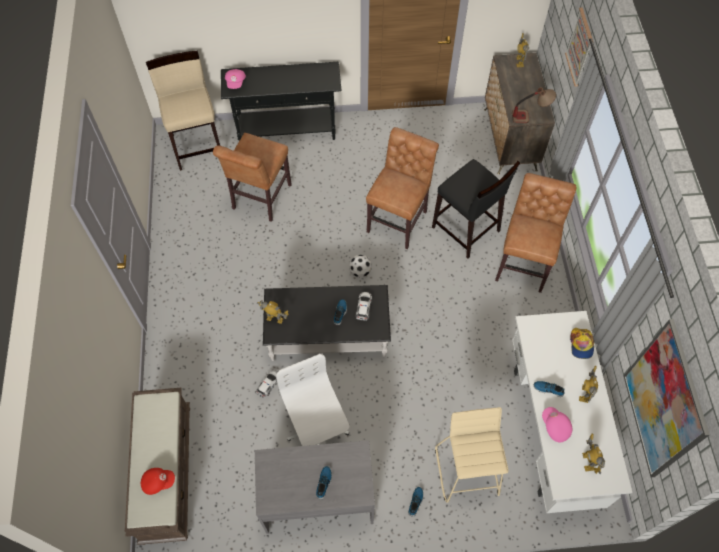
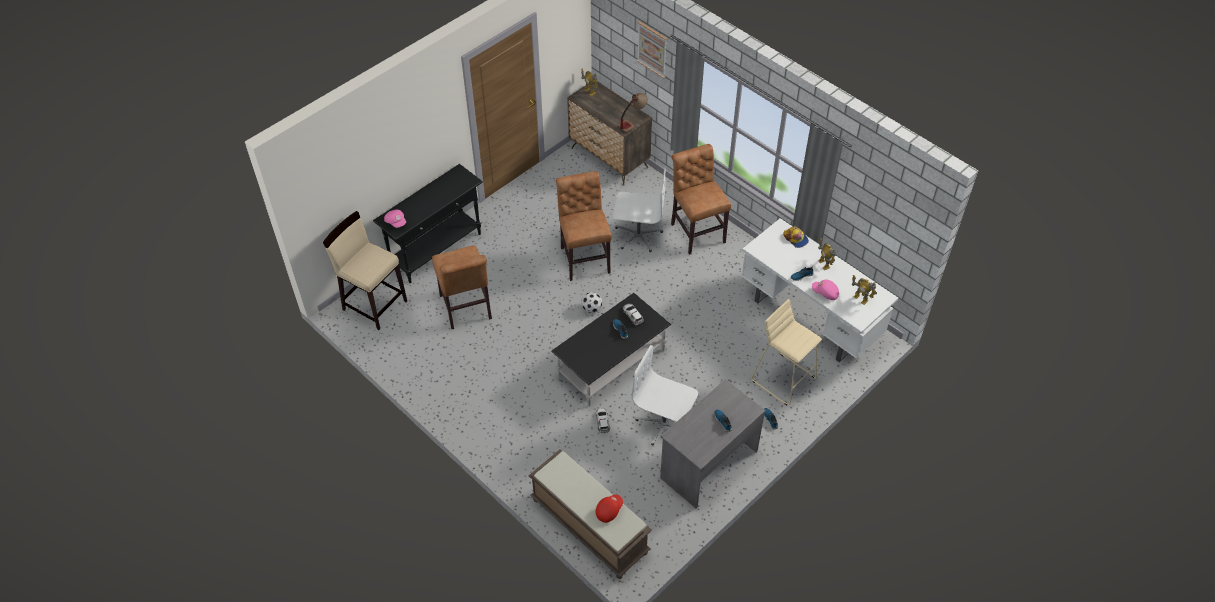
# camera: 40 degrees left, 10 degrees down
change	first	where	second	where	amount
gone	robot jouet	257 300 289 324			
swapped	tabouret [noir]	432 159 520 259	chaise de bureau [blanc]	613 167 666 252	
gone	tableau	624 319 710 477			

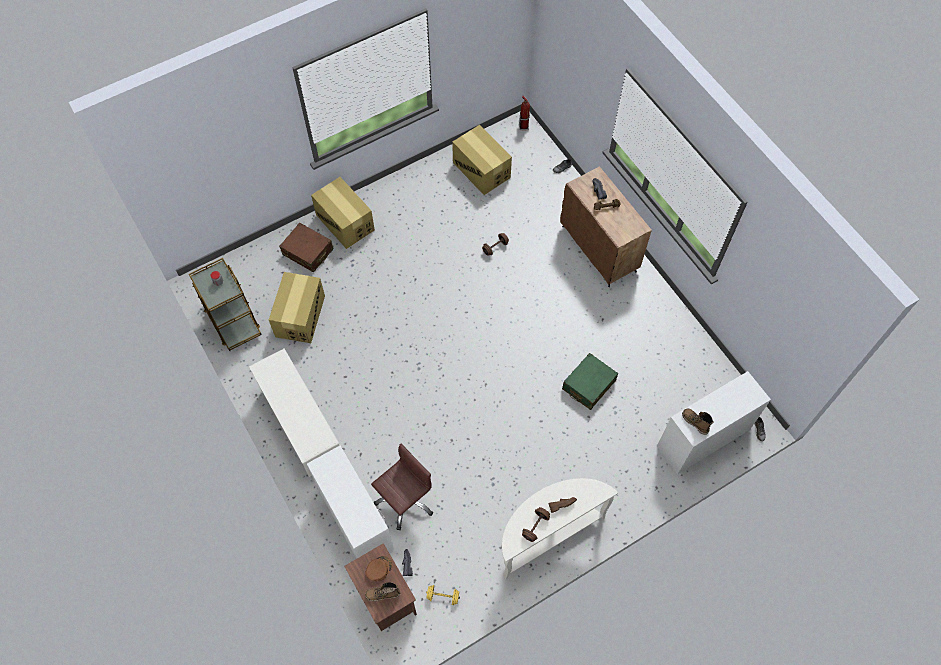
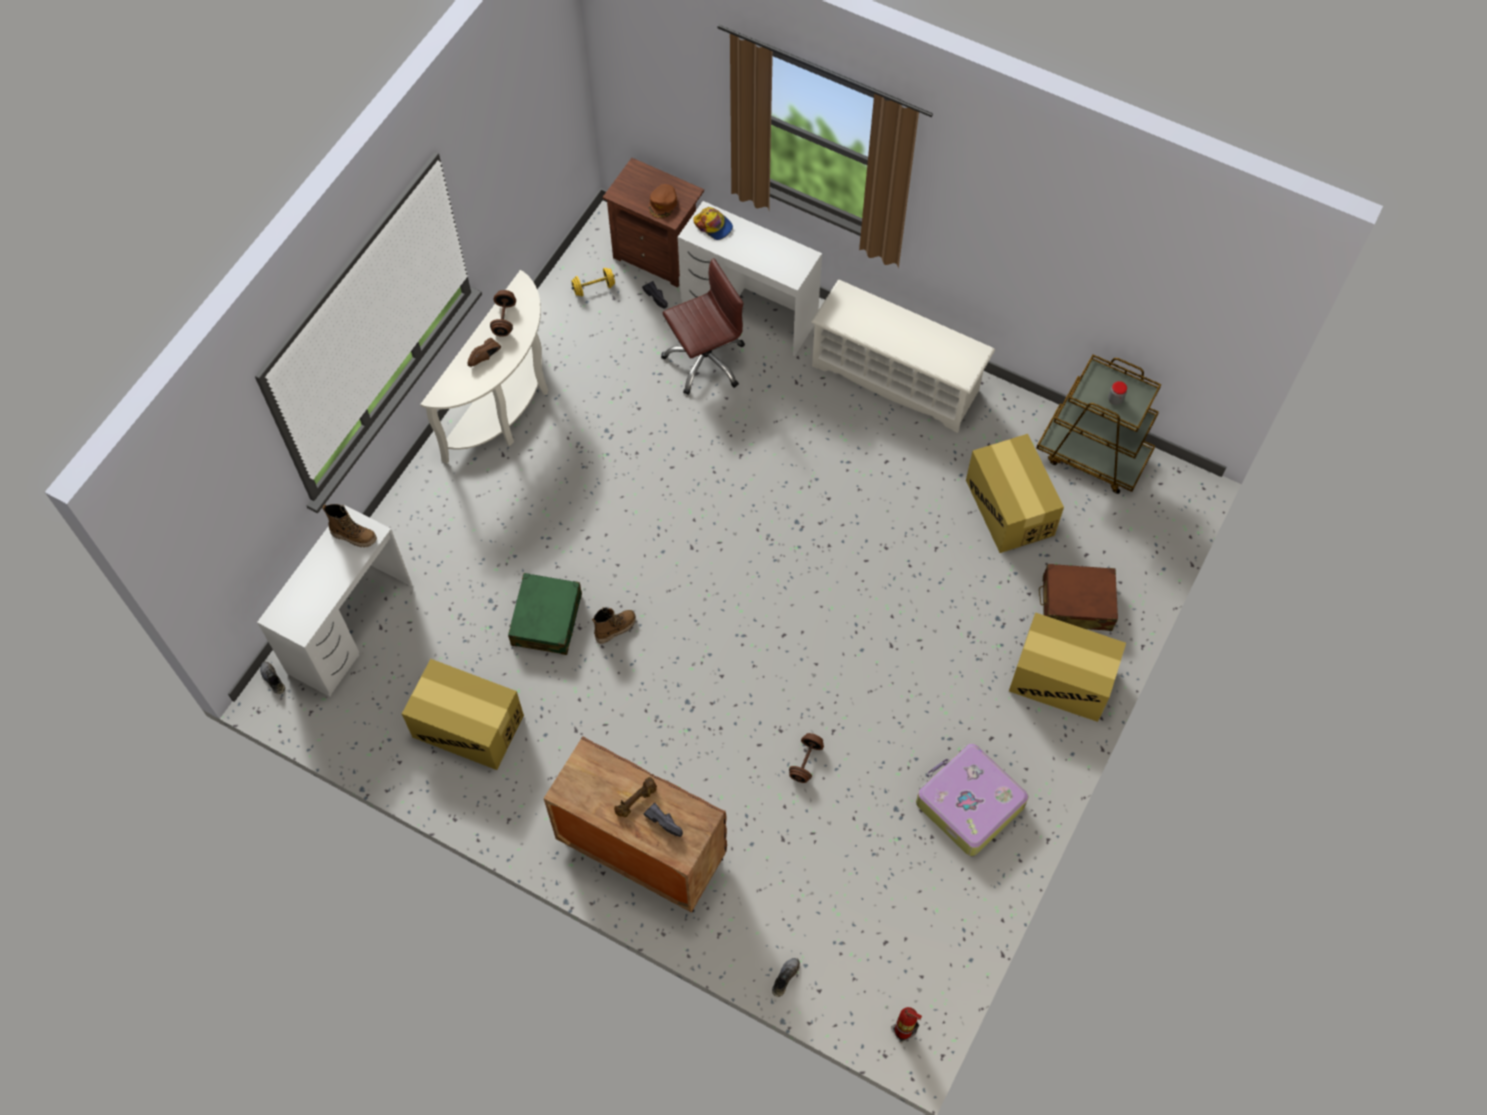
# camera: 150 degrees right, 0 degrees up
change	first	where	second	where	amount
shifted	botte	365 582 400 601		592 607 636 644	
rotated	chaise de bureau [marron]	371 443 433 530		661 258 745 395	135 degrees counterclockwise
shifted	carton	452 125 512 195		402 659 524 770	
new			casquette	693 207 733 240	
new			valise	916 744 1029 856	

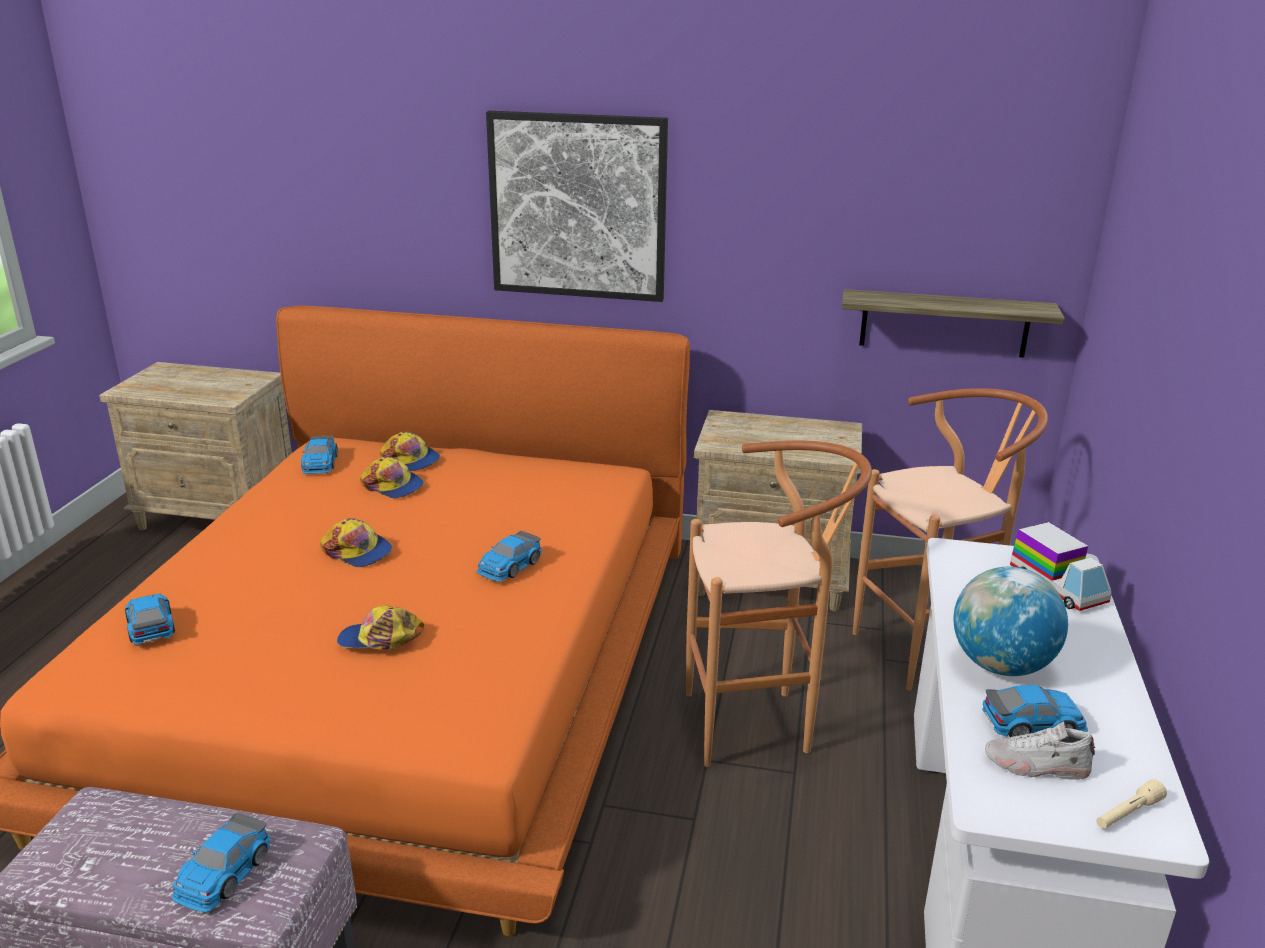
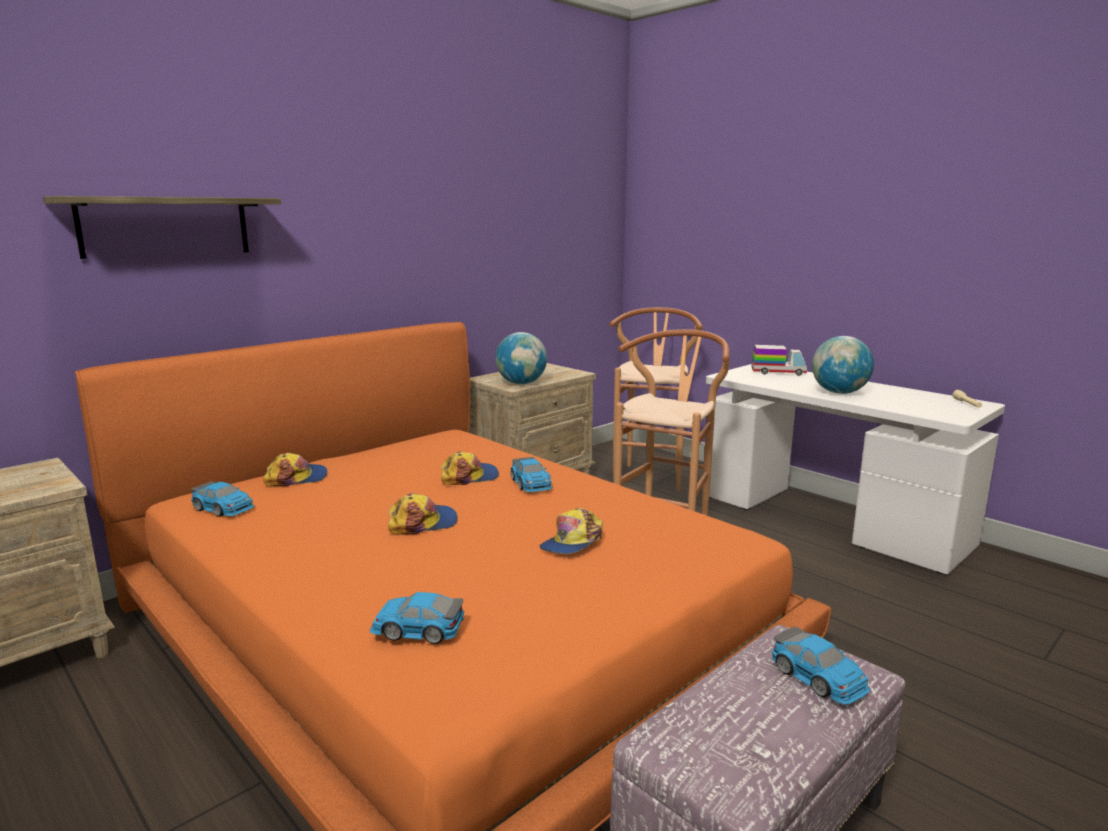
# camera: 55 degrees left, 10 degrees down
change	first	where	second	where	amount
shifted	casquette	360 456 424 498		441 451 499 485	
gone	tableau	486 111 668 302			
shifted	étagère	842 289 1065 358		43 196 281 259	
gone	petite voiture	982 685 1088 737			
gone	chaussure [blanc]	985 721 1095 780			
new			globe	495 332 547 384	

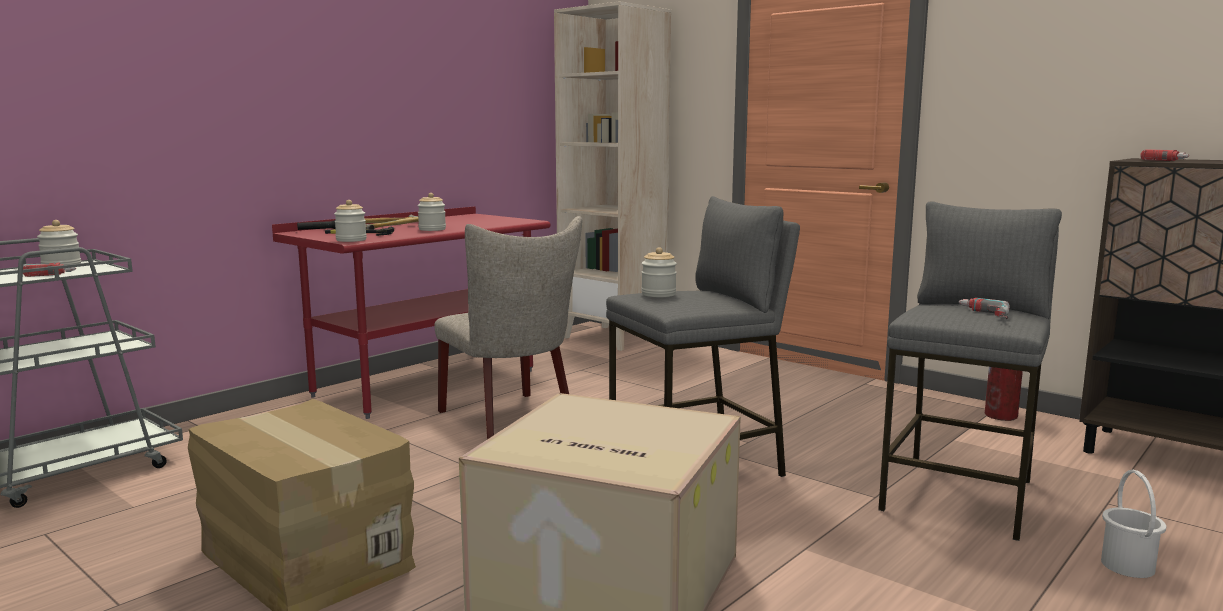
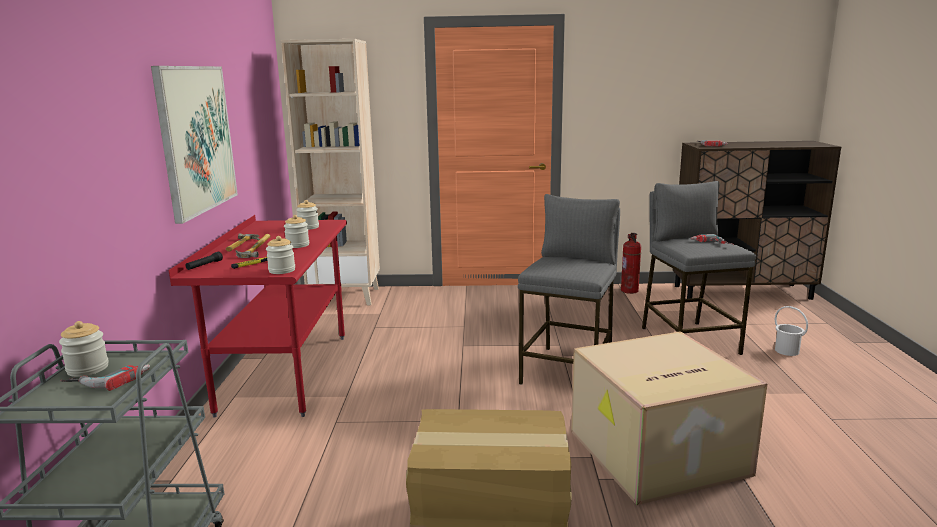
# camera: 40 degrees left, 5 degrees up
change	first	where	second	where	amount
gone	chaise [beige]	434 216 582 439			
shifted	bocal	641 247 677 297		296 200 319 230	
new			tableau	151 66 238 224	

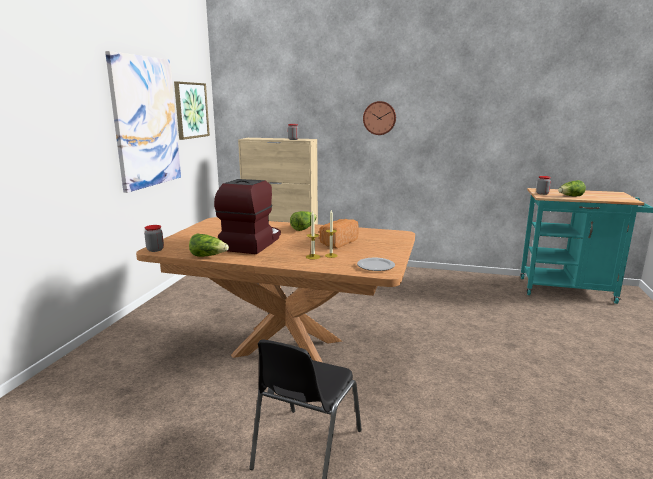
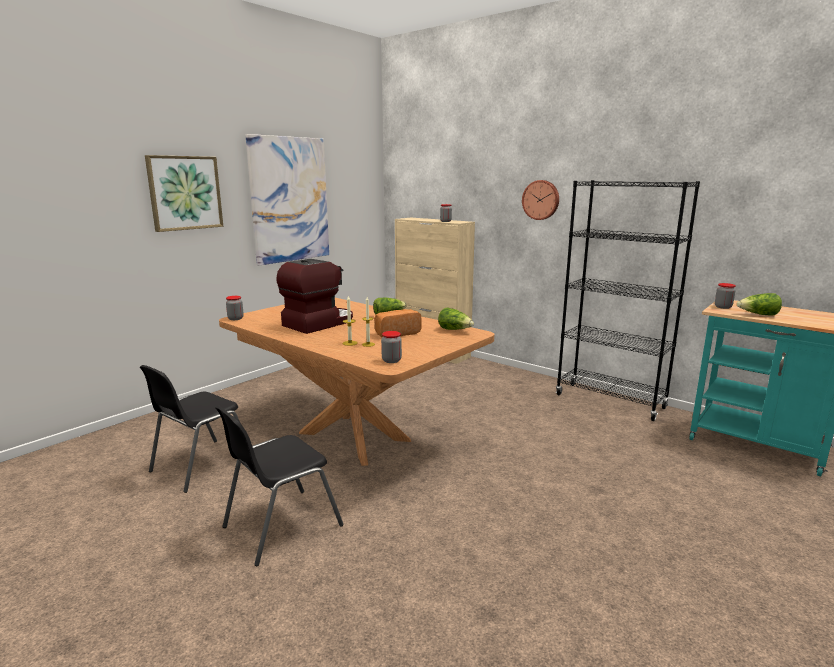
# camera: 25 degrees right, 0 degrees up
change	first	where	second	where	amount
shifted	tableau	174 81 210 140		145 155 223 232	
shifted	laitue	189 233 229 257		438 307 474 330	
swapped	assiette	357 258 395 271	bocal	381 331 402 363	
new			chaise [noir]	140 365 240 493	
new			bibliothèque [noir]	556 180 700 421	

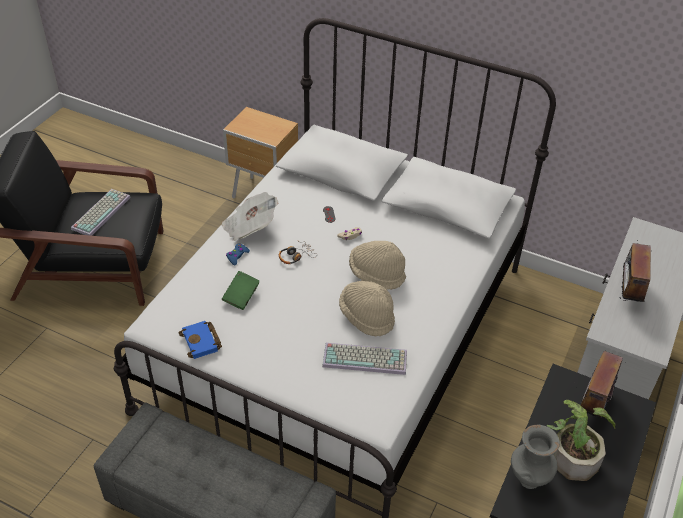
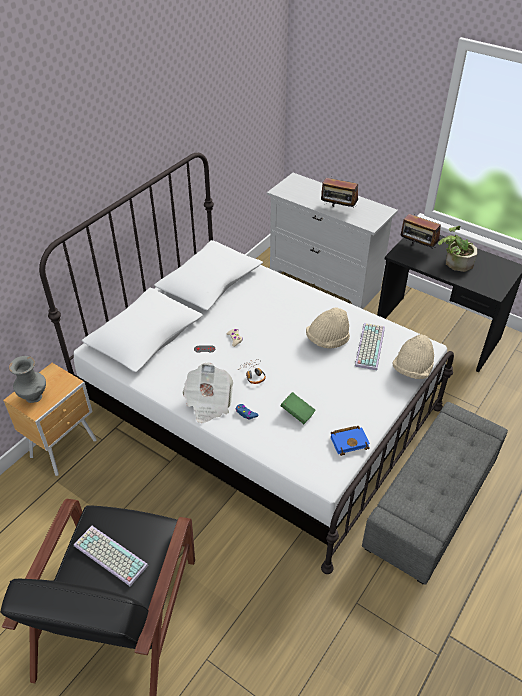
# camera: 80 degrees left, 0 degrees up
change	first	where	second	where	amount
shifted	chapeau [beige]	349 241 406 290		392 335 434 379	
shifted	vase [gris]	511 425 560 489		9 356 46 403	

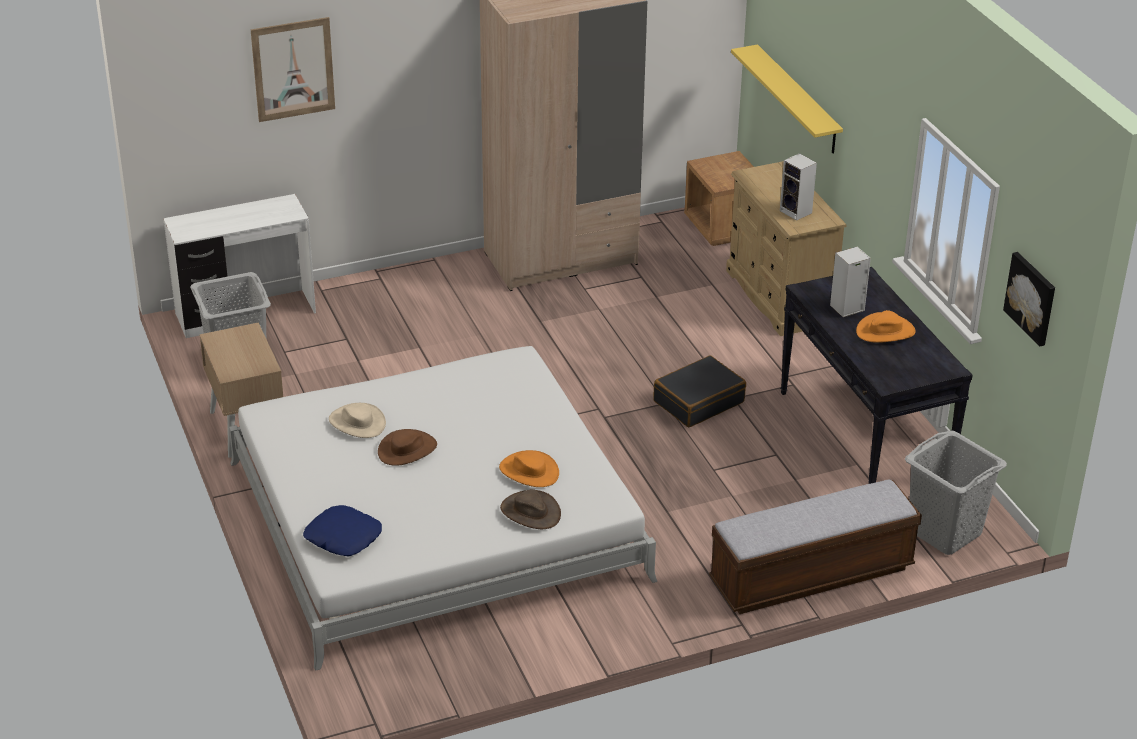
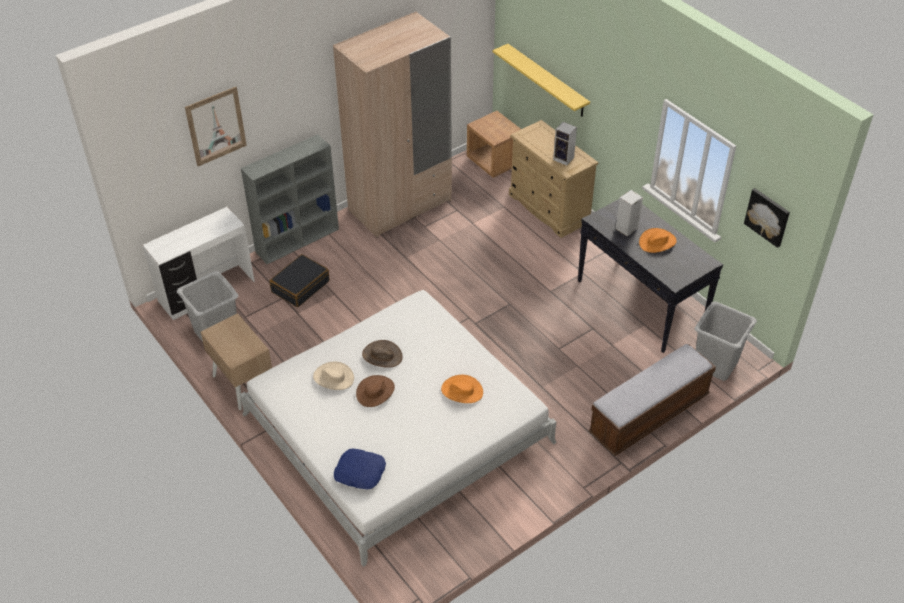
# camera: 15 degrees left, 10 degrees up
change	first	where	second	where	amount
shifted	chapeau [marron]	500 489 561 529		362 340 403 368	
shifted	valise [noir]	653 355 746 427		270 254 330 307	
new			bibliothèque [gris]	241 134 339 264	

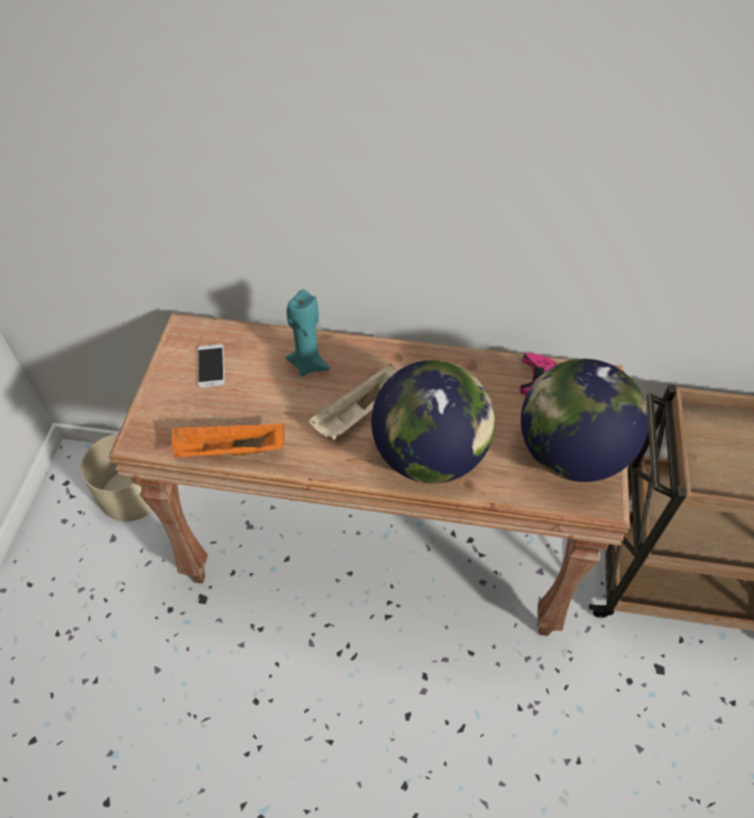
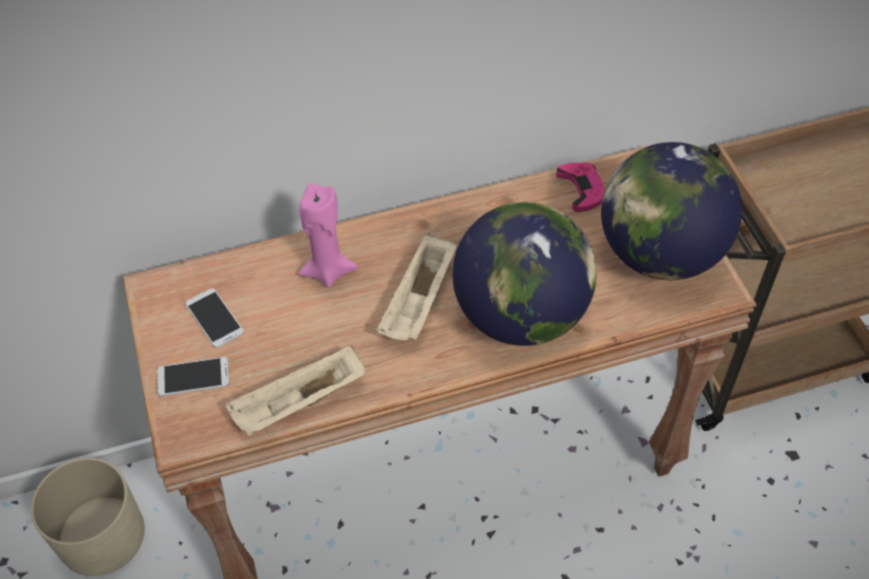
# camera: 25 degrees left, 0 degrees up
change	first	where	second	where	amount
repainted	plateau [orange]	172 423 284 458	plateau [beige]	226 345 365 436	
repainted	bougie [turquoise]	286 289 330 377	bougie [rose]	299 183 358 288	
new			téléphone	157 357 229 396	

